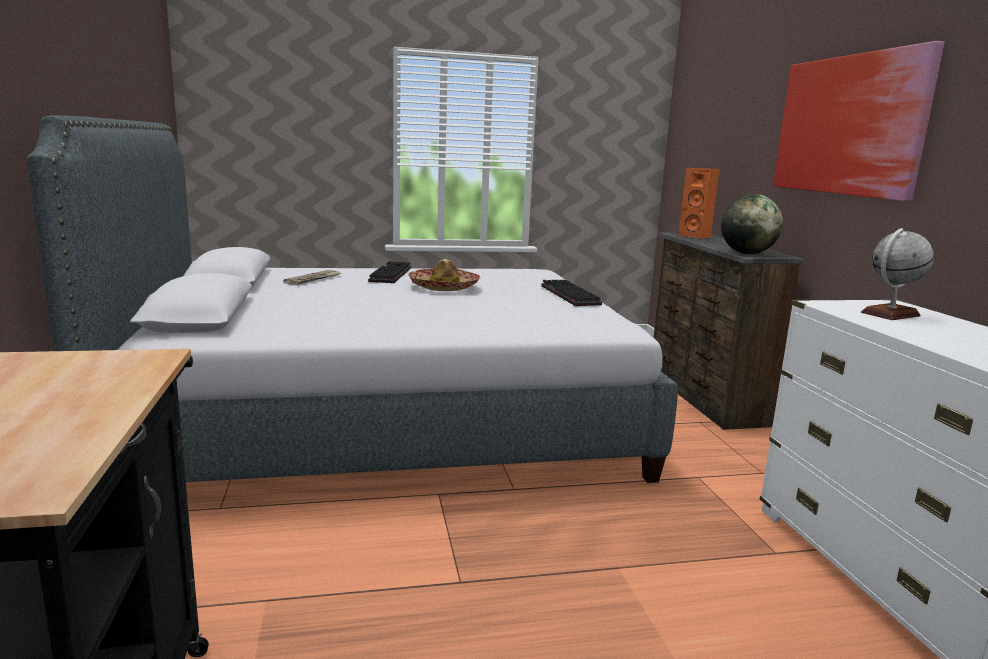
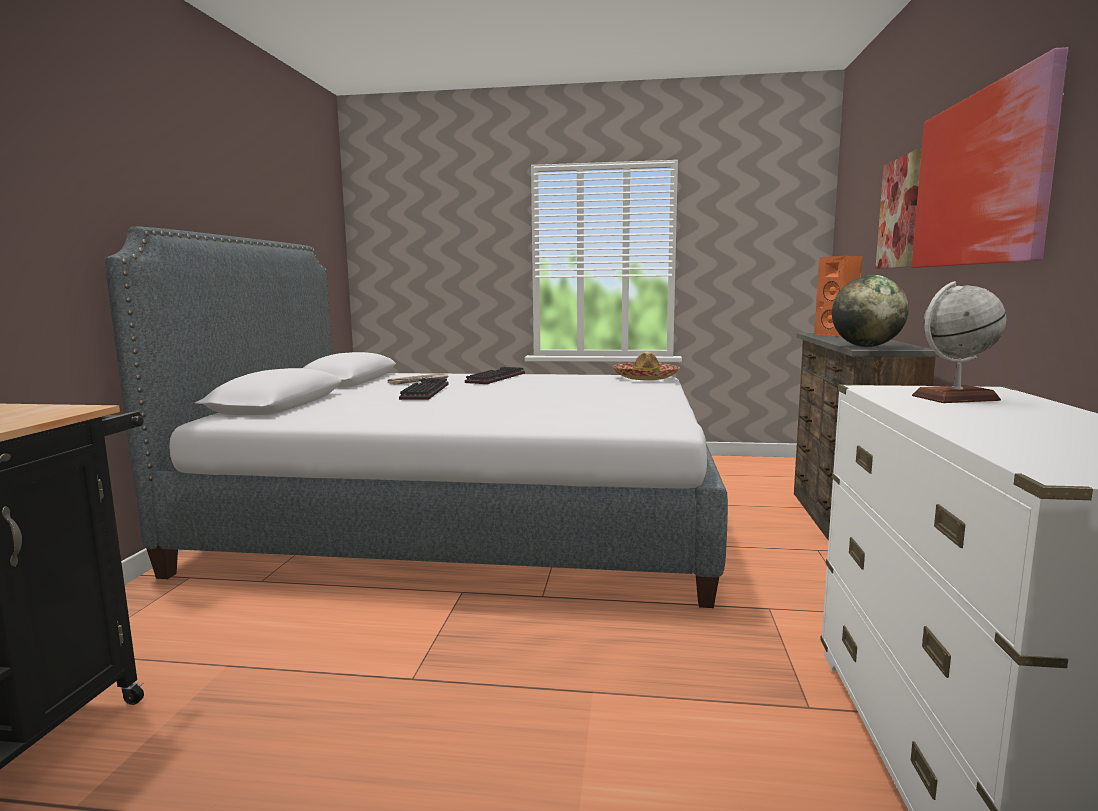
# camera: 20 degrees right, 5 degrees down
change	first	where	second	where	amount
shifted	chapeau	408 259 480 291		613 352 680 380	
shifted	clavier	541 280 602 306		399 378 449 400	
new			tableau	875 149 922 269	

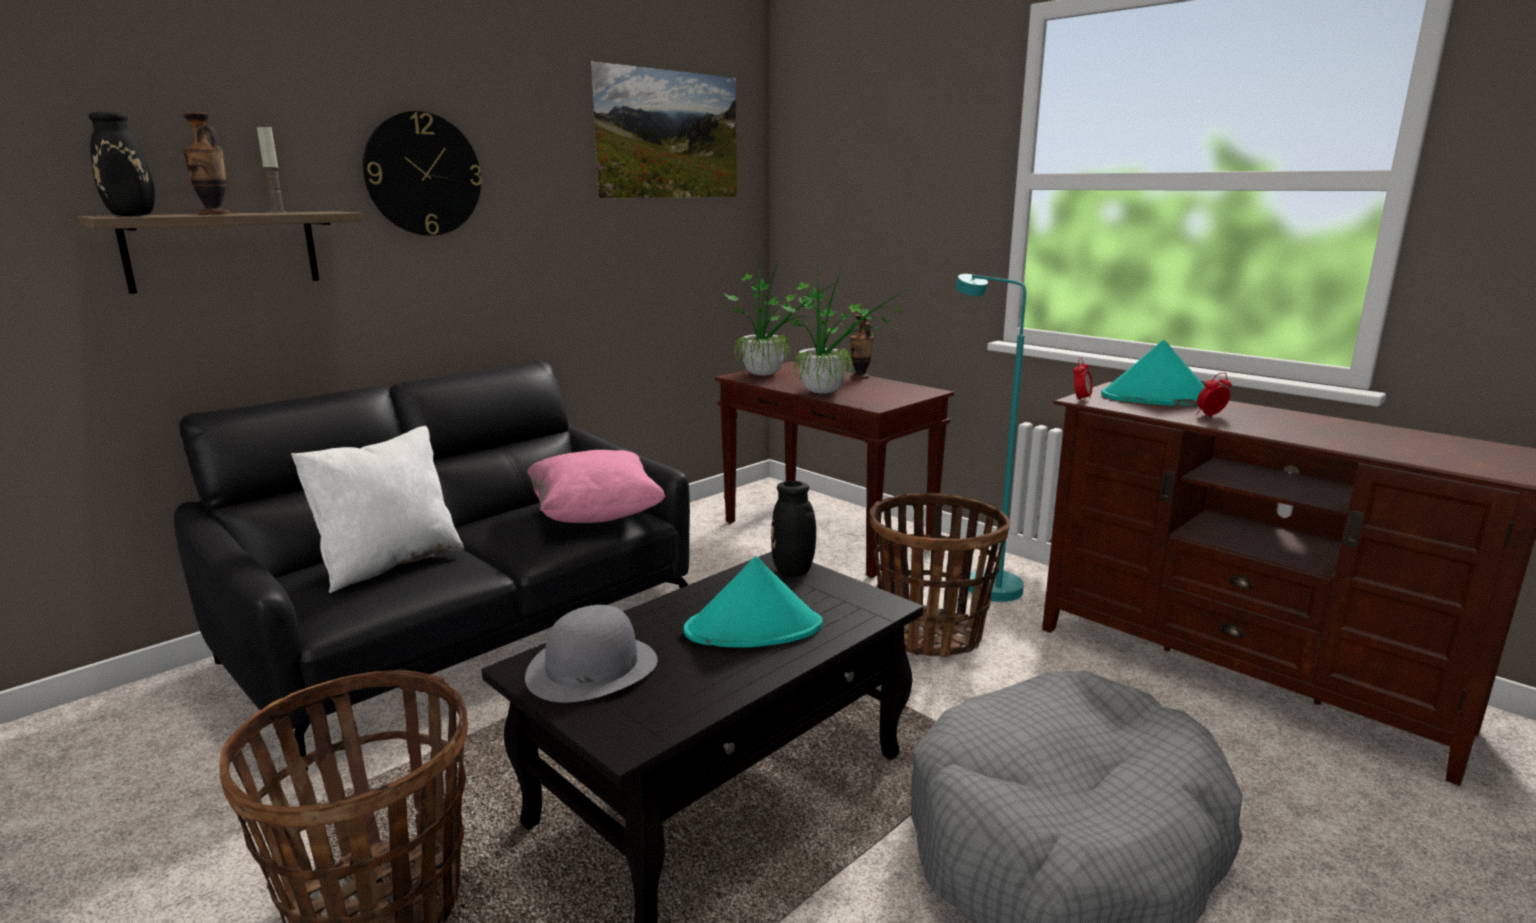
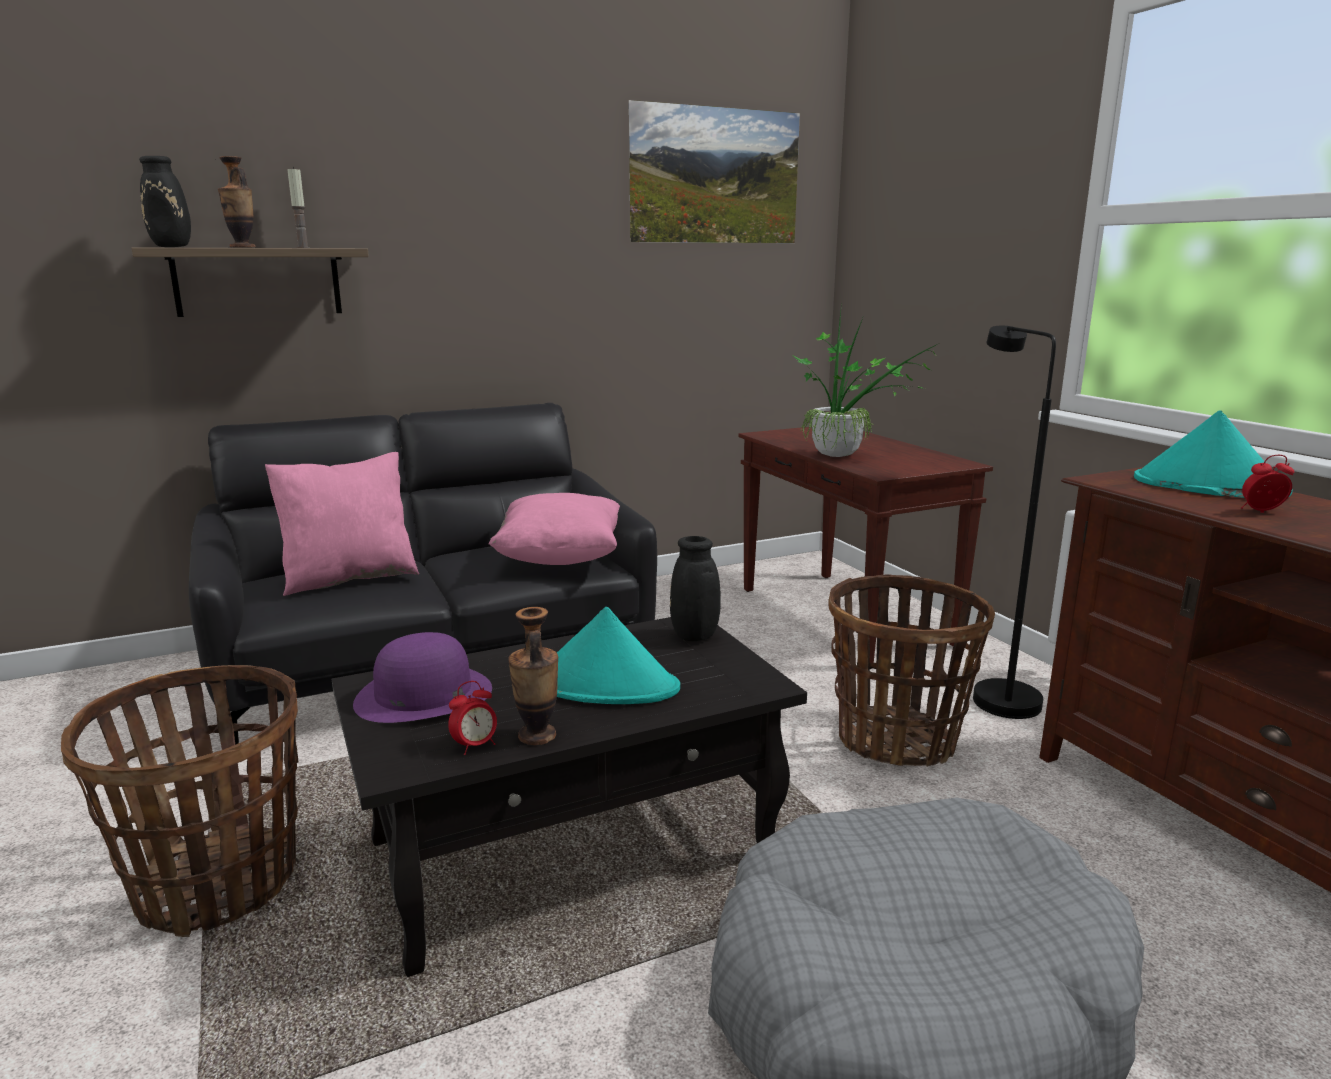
# camera: 20 degrees right, 0 degrees up
change	first	where	second	where	amount
repainted	coussin [blanc]	291 426 464 593	coussin [rose]	265 452 419 596	
gone	horloge murale	363 111 482 236			
repainted	chapeau [gris]	525 605 658 702	chapeau [violet]	353 632 492 723	
gone	plante en pot	723 260 841 376			
shifted	vase	850 314 873 379		508 607 558 745	
repainted	lampadaire [turquoise]	955 274 1026 602	lampadaire [noir]	973 325 1056 719	
shifted	réveil	1073 358 1093 402		448 681 497 755	

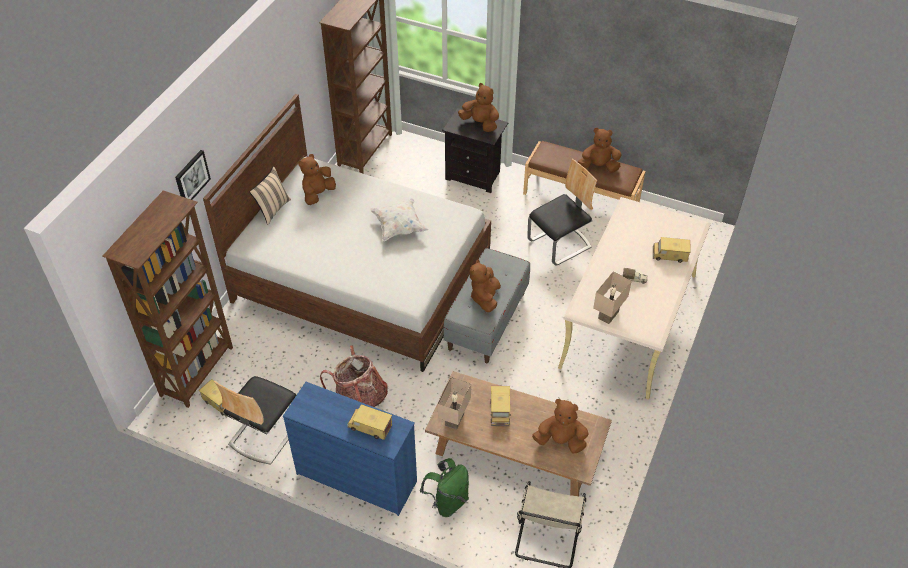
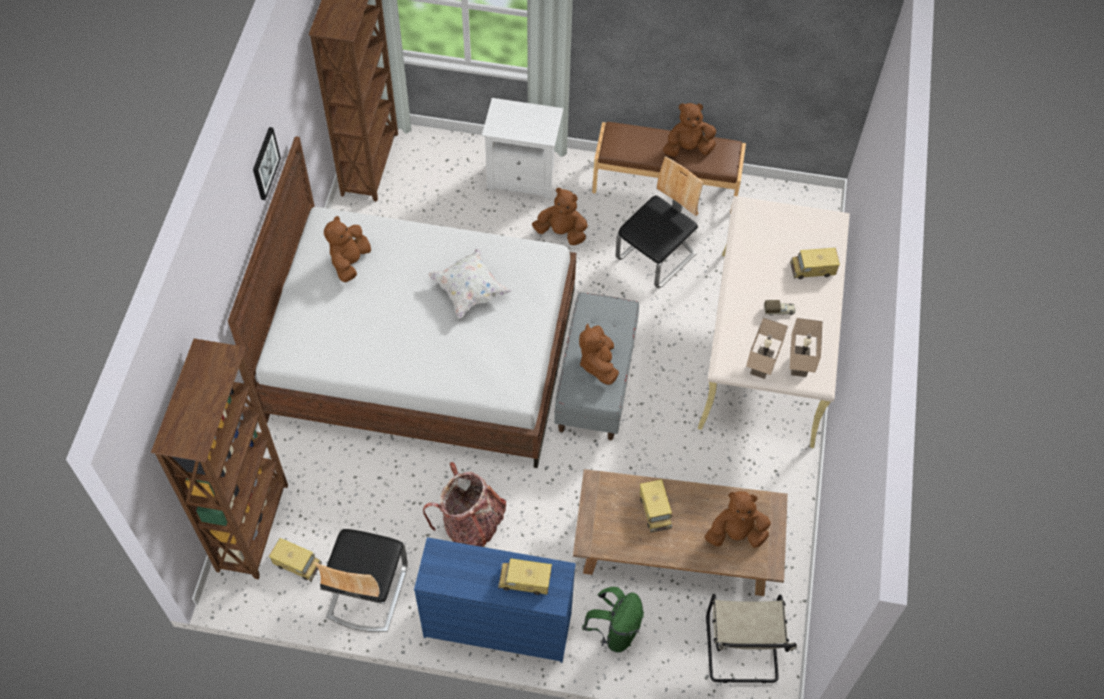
# camera: 15 degrees left, 10 degrees up
change	first	where	second	where	amount
shifted	tableau	175 150 211 200		253 127 281 200	
gone	coussin [beige]	250 166 291 225			
shifted	lampe de table [beige]	438 377 471 430		790 318 823 377	
repainted	table de chevet [noir]	442 108 508 193	table de chevet [blanc]	482 98 563 199	
shifted	peluche [marron]	458 83 499 132		532 188 588 245	

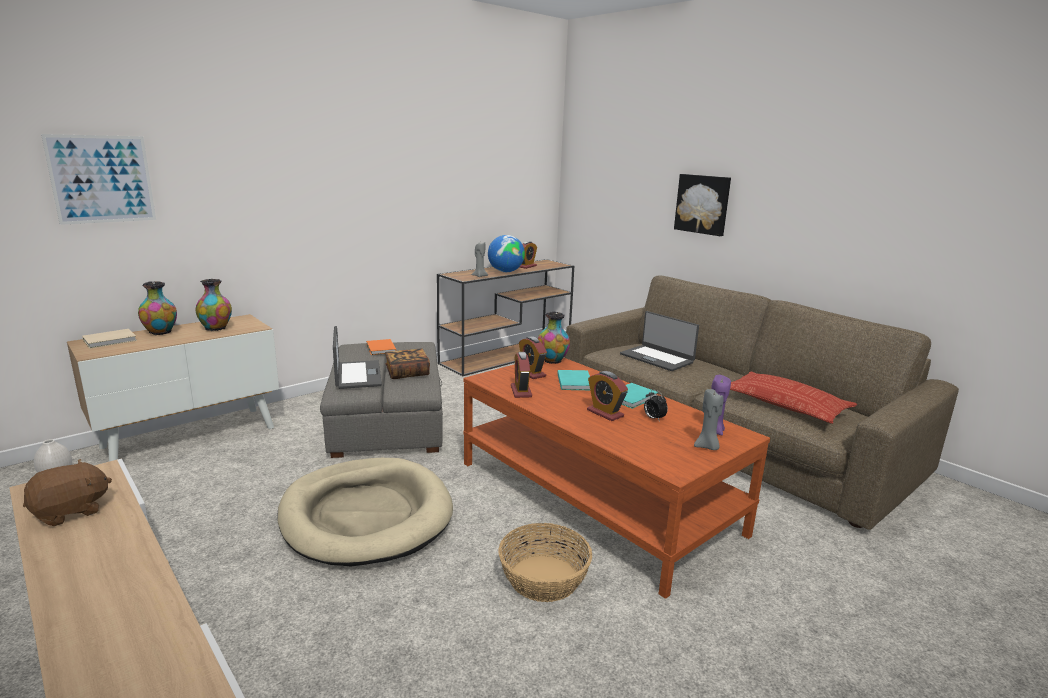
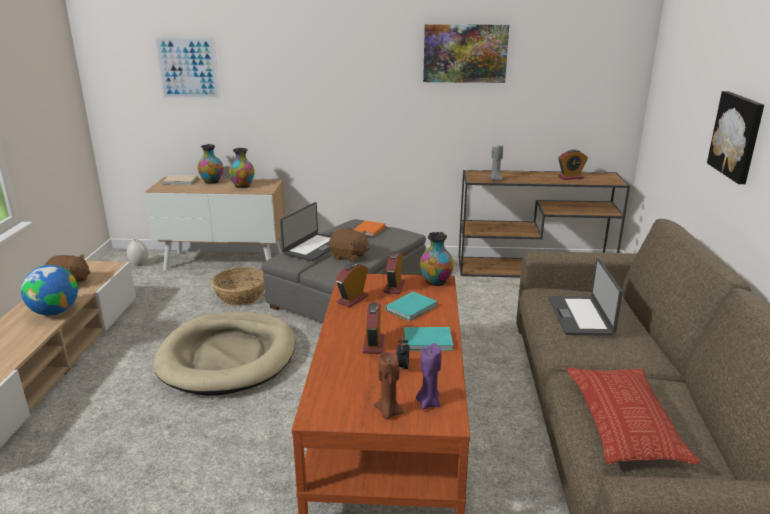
# camera: 45 degrees right, 5 degrees up
change	first	where	second	where	amount
swapped	livre	385 349 430 379	peluche [marron]	329 229 370 262	
shifted	globe	488 235 525 272		21 265 78 316	
shifted	panier	498 523 592 602		211 267 265 306	
repainted	bougie [gris]	694 389 723 450	bougie [marron]	374 352 404 419	
new			tableau	423 24 509 83	

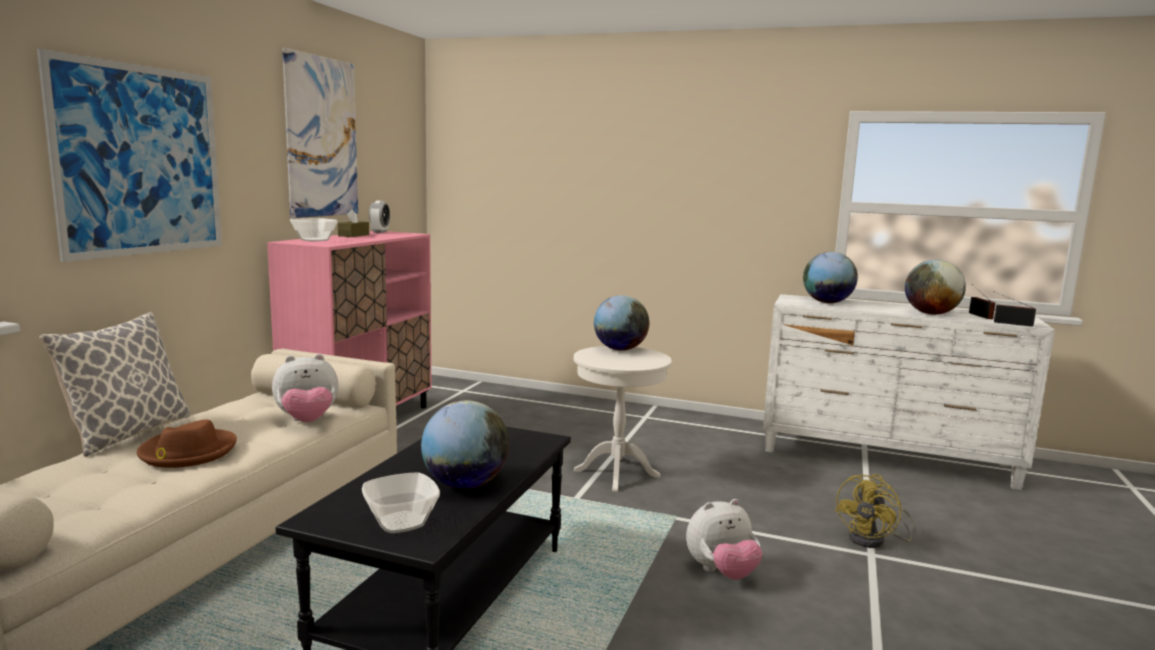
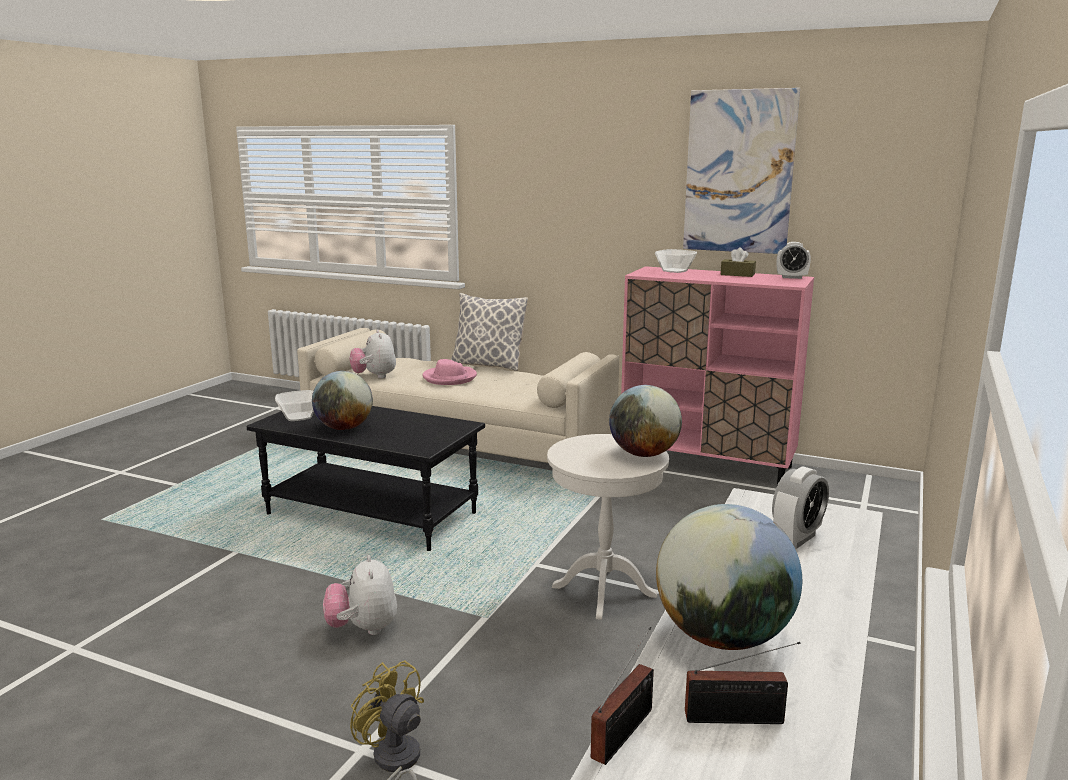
# camera: 95 degrees right, 5 degrees up
change	first	where	second	where	amount
gone	tableau	37 49 222 262			
repainted	chapeau [marron]	137 420 237 468	chapeau [rose]	422 359 477 385	
shifted	peluche	272 354 338 422		350 329 396 378	
swapped	globe	803 252 858 303	réveil	772 466 829 549	

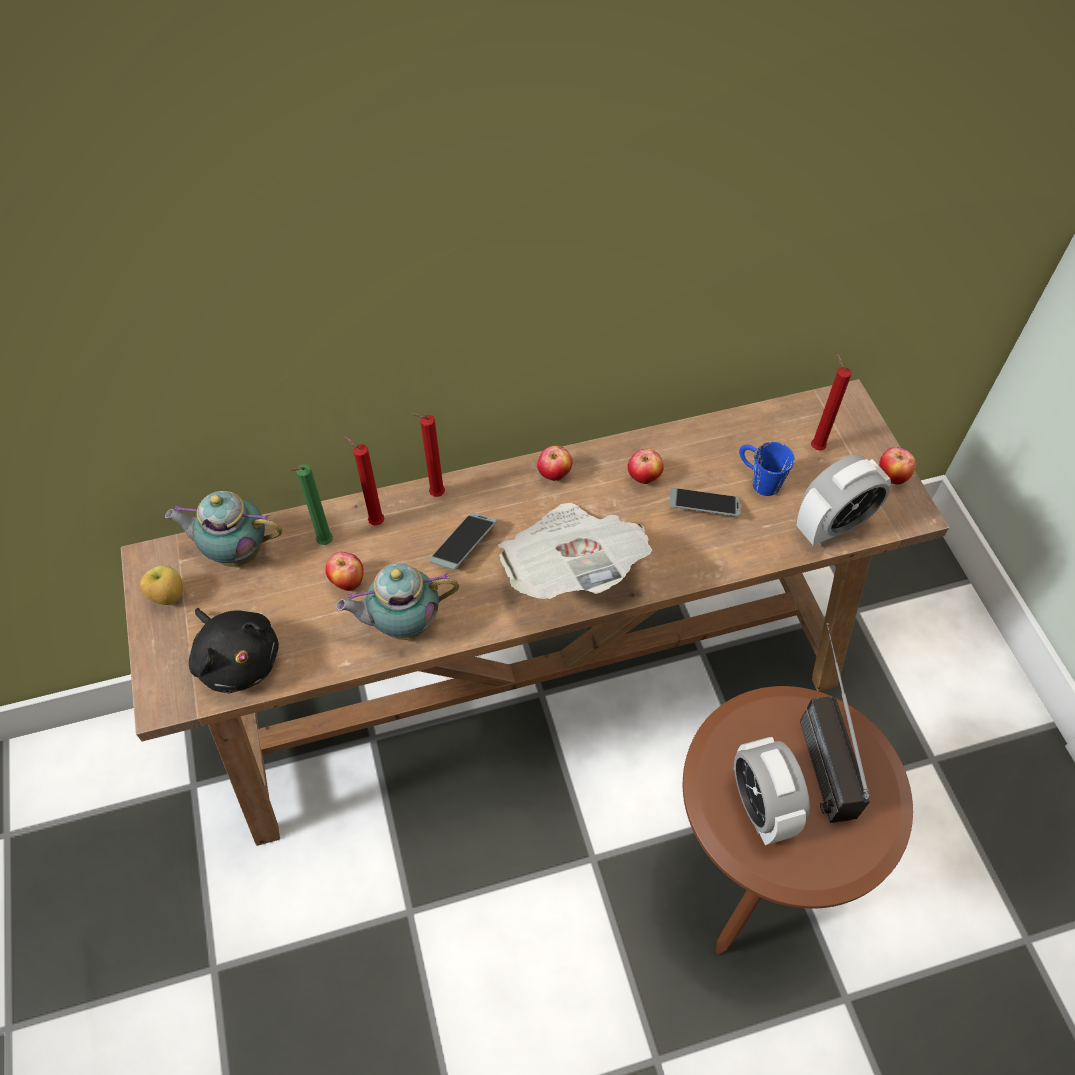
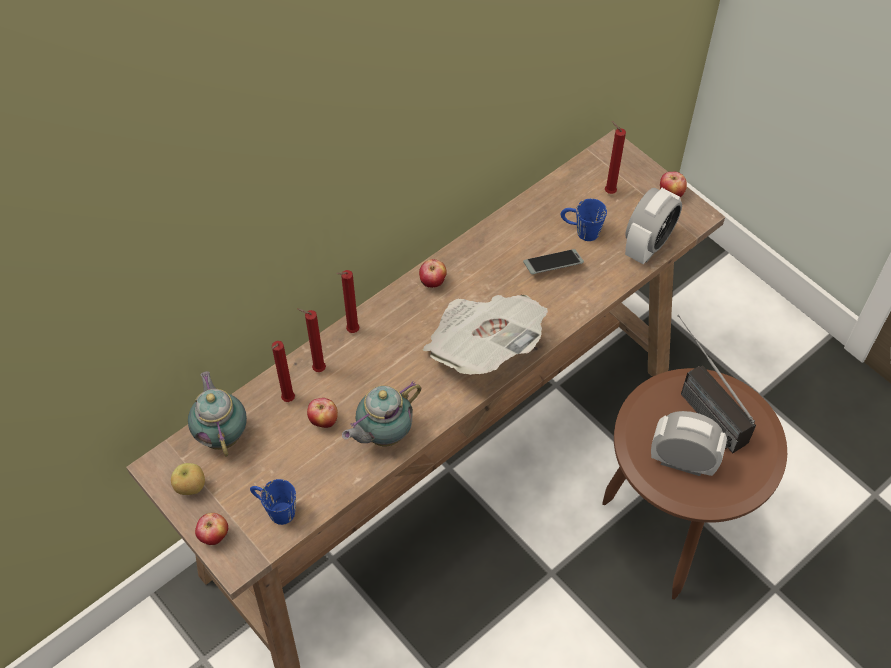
# camera: 25 degrees left, 0 degrees up
change	first	where	second	where	amount
rotated	théière	165 491 282 567		188 371 247 457	90 degrees clockwise
swapped	peluche [noir]	189 608 279 693	mug [bleu]	250 479 296 525	
repainted	bougie [vert]	289 464 333 545	bougie [rouge]	272 341 295 402	
gone	téléphone	429 513 497 570			
shifted	pomme	627 449 664 484		195 513 228 545	
rotated	réveil	734 737 810 845		651 411 727 476	150 degrees clockwise

